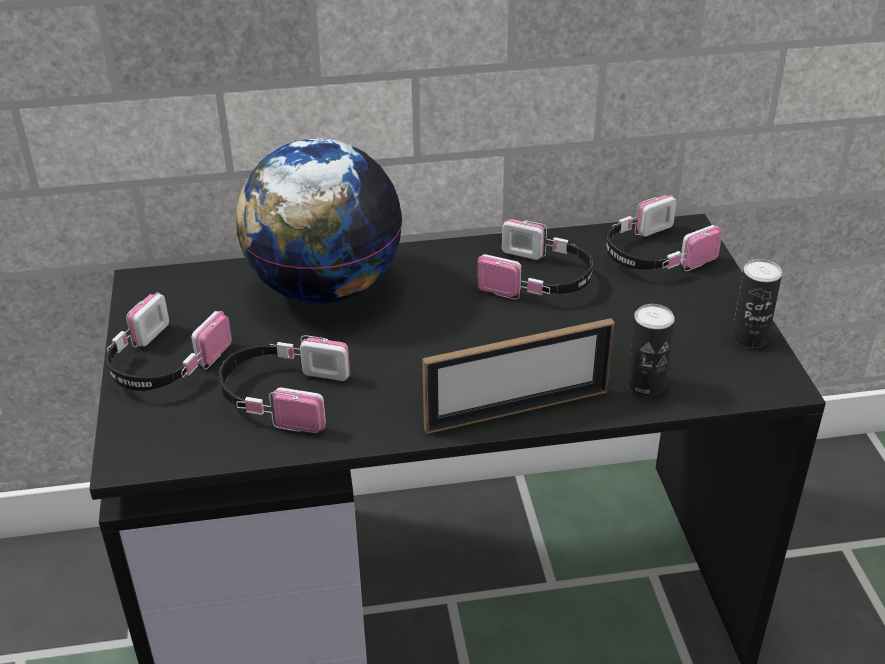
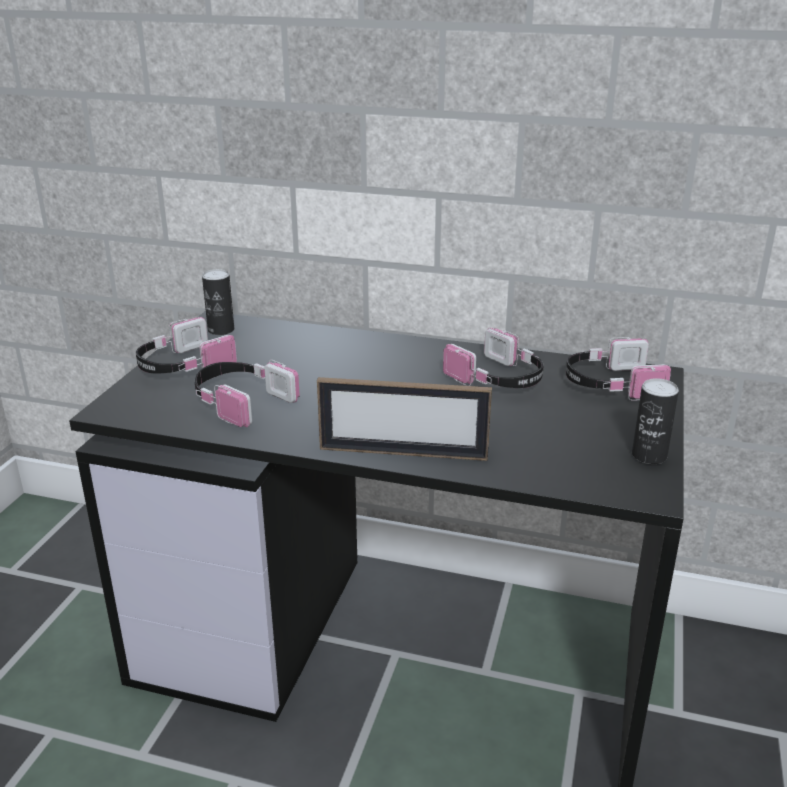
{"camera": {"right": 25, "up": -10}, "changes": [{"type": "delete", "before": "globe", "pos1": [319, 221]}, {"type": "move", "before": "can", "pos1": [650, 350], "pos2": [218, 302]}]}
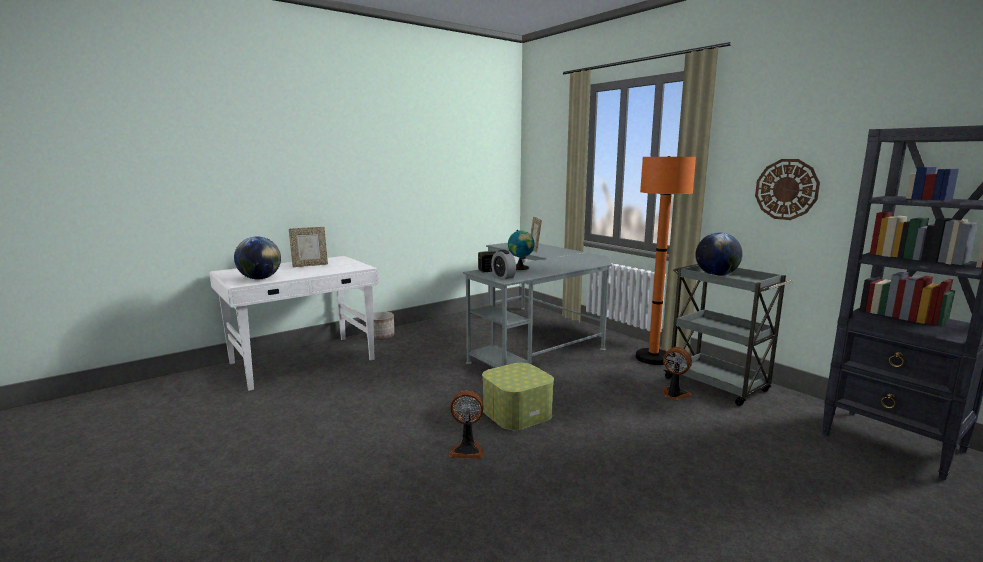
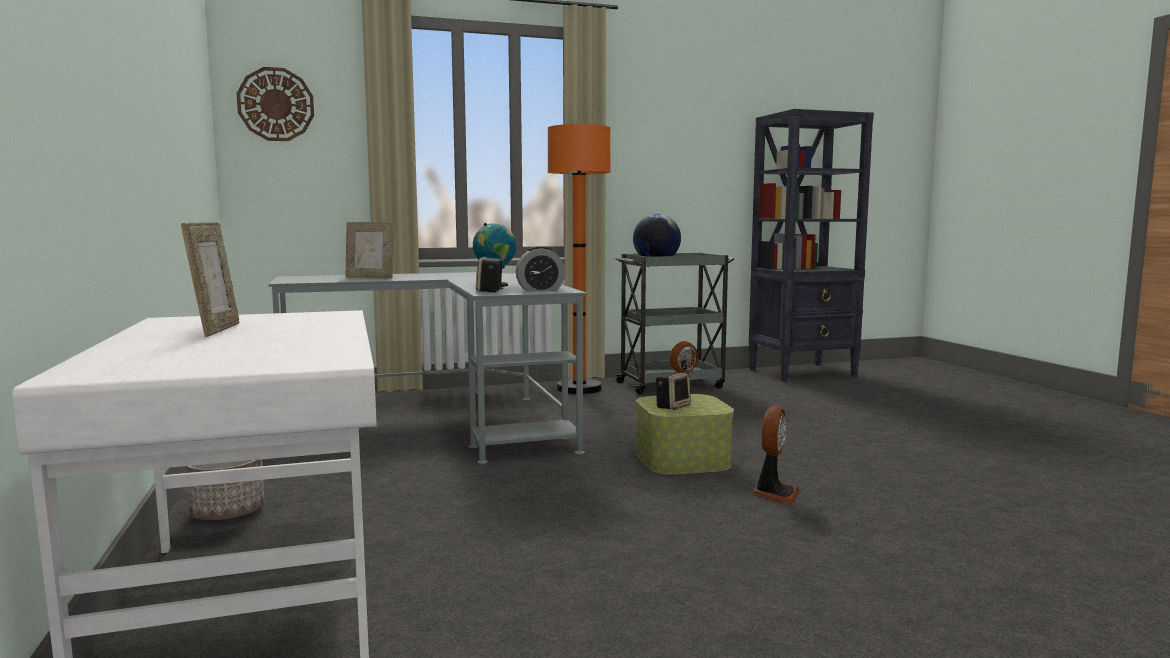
{"camera": {"right": -70, "up": -5}, "changes": [{"type": "move", "before": "clock on the wall", "pos1": [787, 189], "pos2": [275, 104]}, {"type": "delete", "before": "globe", "pos1": [257, 258]}, {"type": "insert", "after": "audio speaker", "pos2": [673, 391]}]}
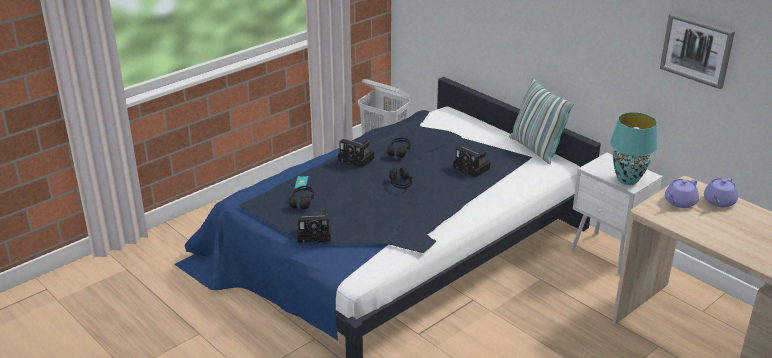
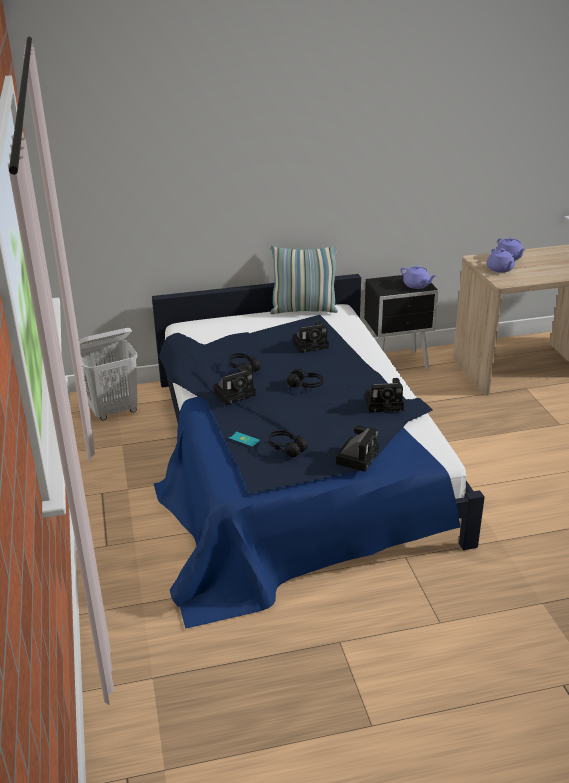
{"camera": {"right": -60, "up": 0}, "changes": [{"type": "delete", "before": "picture", "pos1": [697, 51]}, {"type": "replace", "before": "turquoise tabletop lamp", "after": "purple pot for tea", "pos1": [633, 148], "pos2": [418, 277]}, {"type": "recolor", "before": "white-coloured bedside table", "after": "black bedside table", "pos1": [617, 213], "pos2": [401, 322]}, {"type": "insert", "after": "photo camera", "pos2": [384, 395]}]}
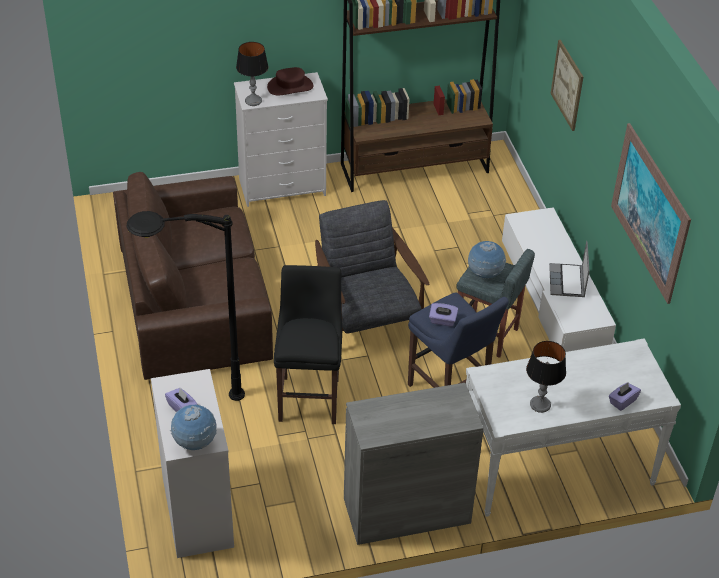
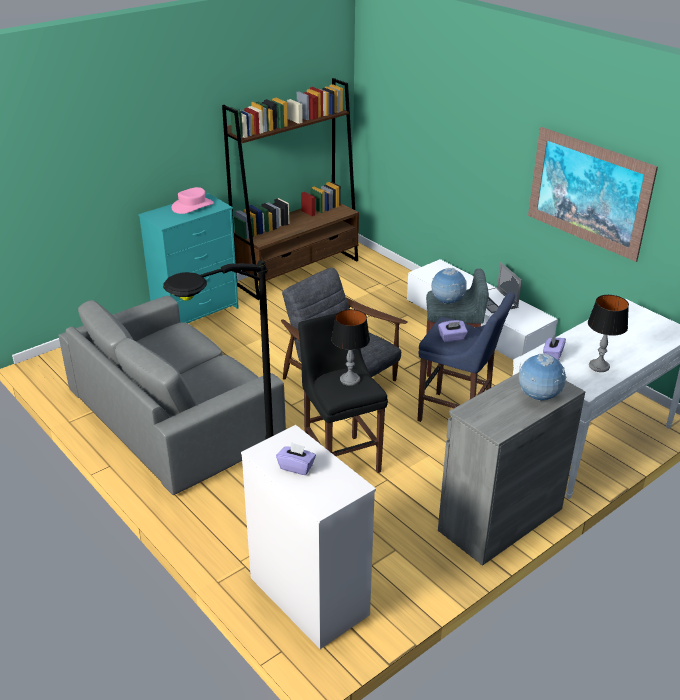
{"camera": {"right": -25, "up": -10}, "changes": [{"type": "delete", "before": "picture", "pos1": [566, 85]}, {"type": "move", "before": "tabletop lamp", "pos1": [252, 74], "pos2": [350, 347]}, {"type": "recolor", "before": "brown-coloured clothing hat", "after": "pink-coloured clothing hat", "pos1": [290, 81], "pos2": [192, 200]}, {"type": "recolor", "before": "white-coloured drawer chest", "after": "turquoise drawer chest", "pos1": [281, 139], "pos2": [188, 258]}, {"type": "recolor", "before": "brown-coloured sofa", "after": "greyish sofa", "pos1": [193, 276], "pos2": [172, 395]}, {"type": "move", "before": "purple tissue box", "pos1": [625, 396], "pos2": [554, 347]}, {"type": "move", "before": "globe", "pos1": [193, 427], "pos2": [543, 377]}]}
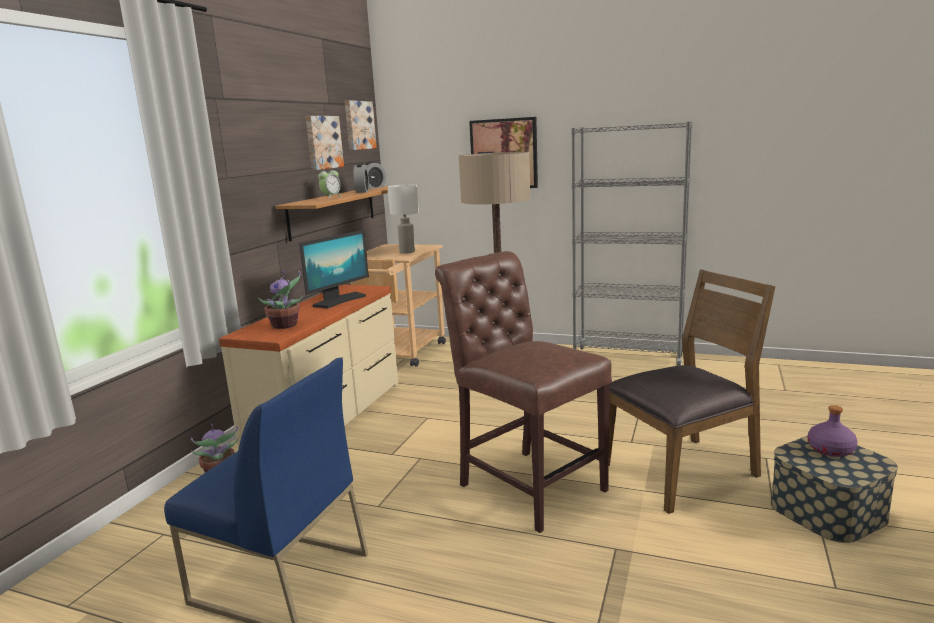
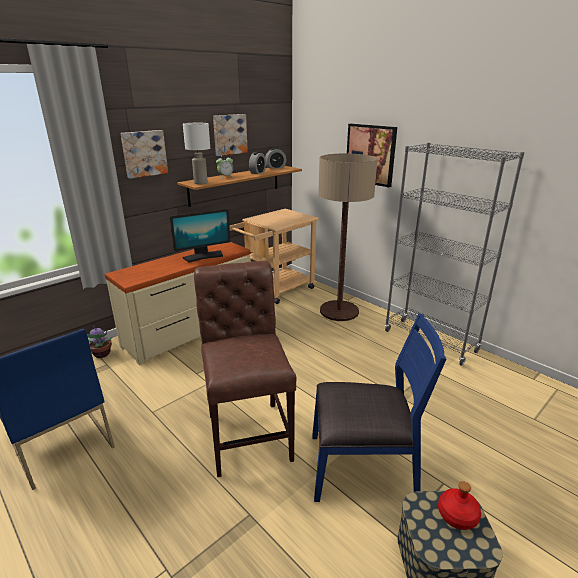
{"camera": {"right": 25, "up": 10}, "changes": [{"type": "move", "before": "picture", "pos1": [361, 125], "pos2": [144, 154]}, {"type": "move", "before": "white-coloured tabletop lamp", "pos1": [403, 219], "pos2": [196, 153]}, {"type": "recolor", "before": "brown-coloured upright chair", "after": "blue upright chair", "pos1": [692, 391], "pos2": [379, 407]}, {"type": "delete", "before": "houseplant", "pos1": [280, 300]}, {"type": "recolor", "before": "purple drink bottle", "after": "red-coloured drink bottle", "pos1": [833, 431], "pos2": [459, 505]}]}
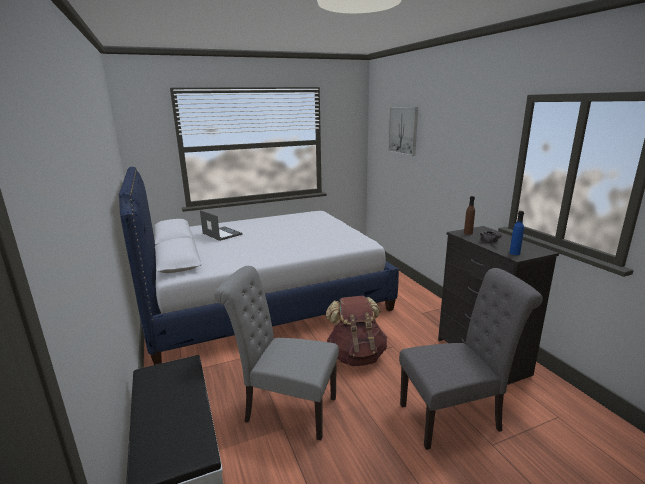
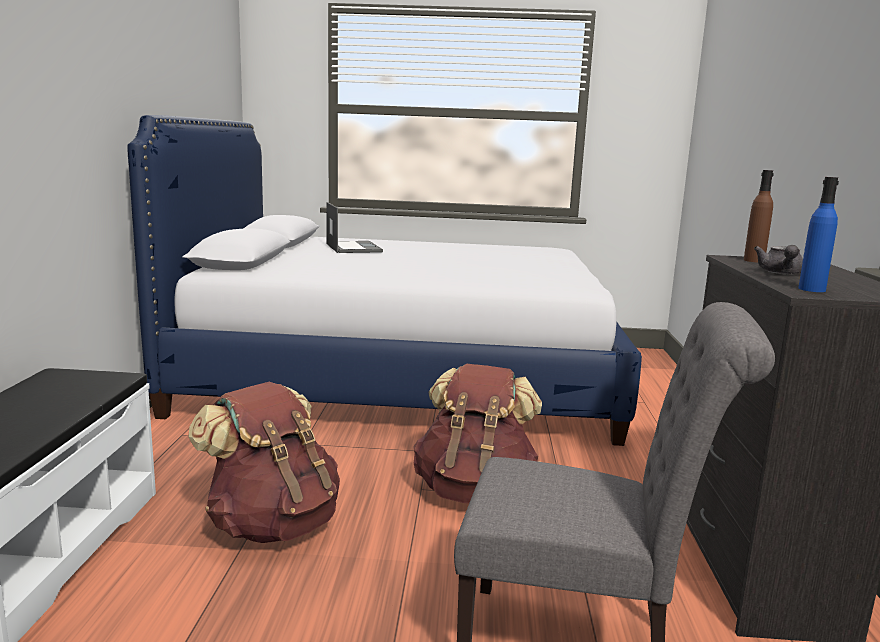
{"camera": {"right": 25, "up": -5}, "changes": [{"type": "delete", "before": "picture", "pos1": [403, 131]}, {"type": "replace", "before": "greyish upright chair", "after": "brown-coloured knapsack", "pos1": [276, 353], "pos2": [264, 462]}]}
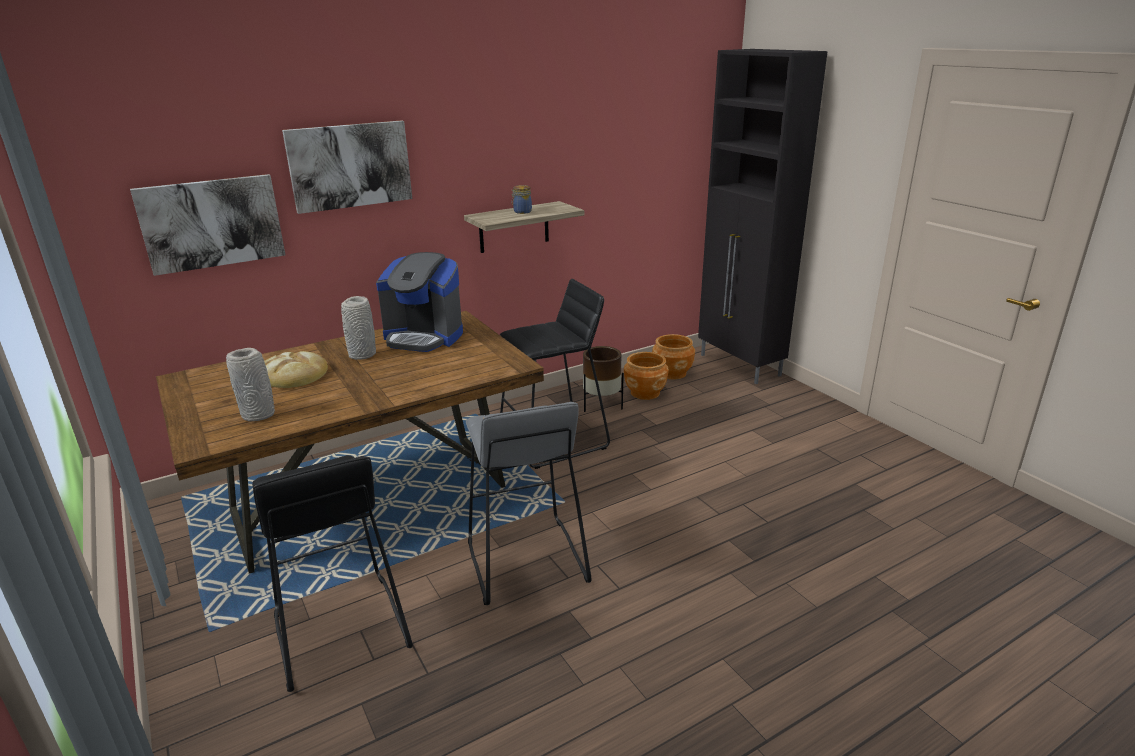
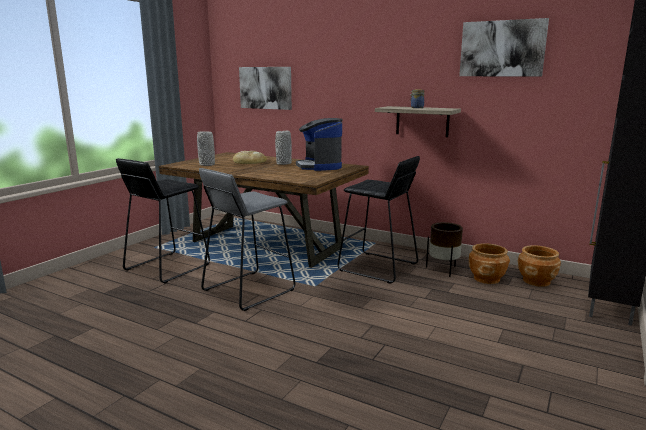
{"camera": {"right": 60, "up": -10}, "changes": [{"type": "move", "before": "picture", "pos1": [347, 167], "pos2": [504, 47]}]}
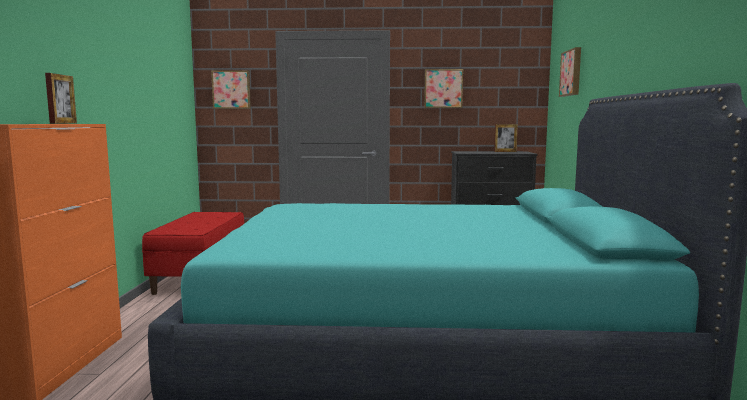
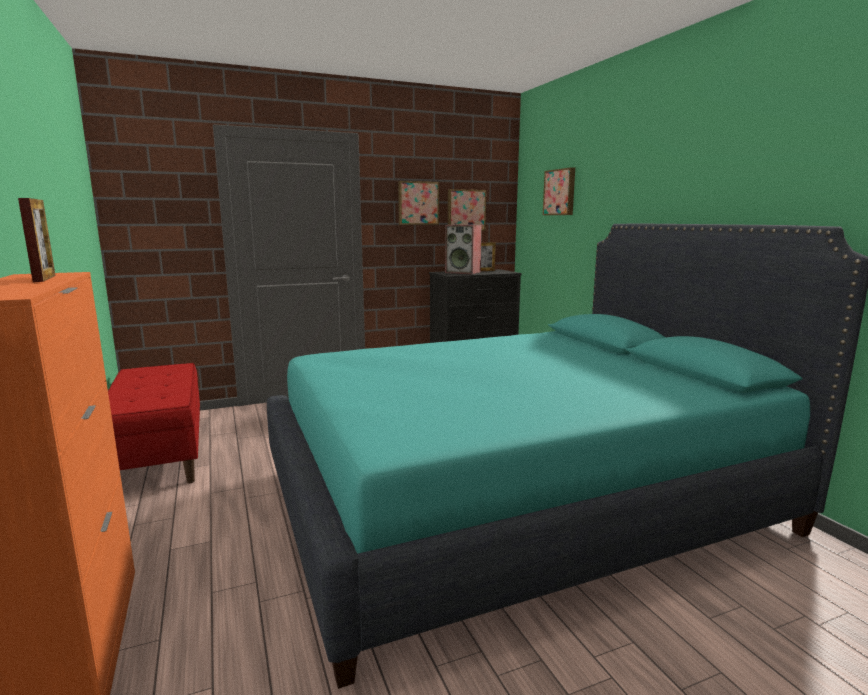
{"camera": {"right": -25, "up": 5}, "changes": [{"type": "move", "before": "picture", "pos1": [231, 90], "pos2": [467, 210]}, {"type": "insert", "after": "audio speaker", "pos2": [463, 249]}]}
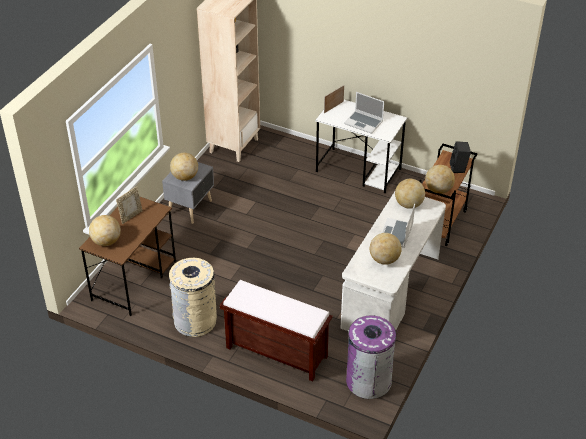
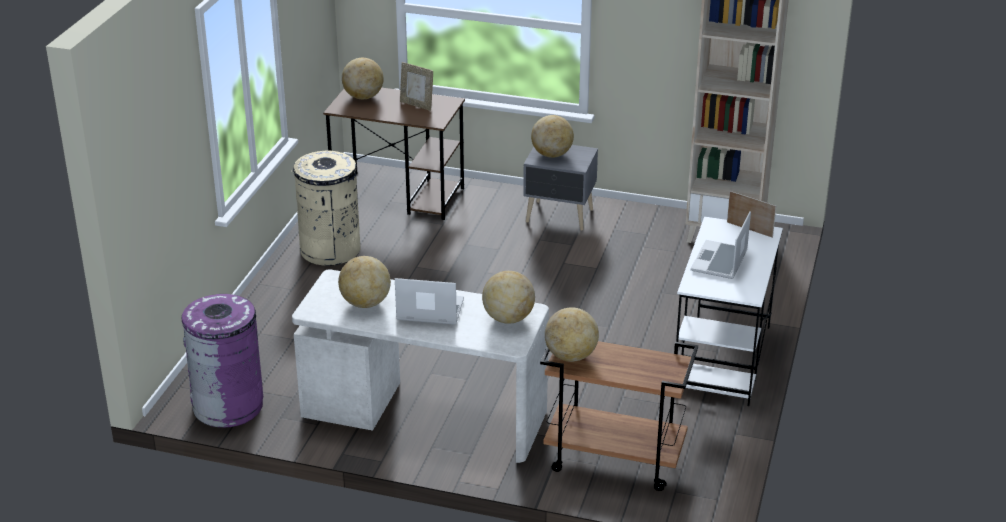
{"camera": {"right": 80, "up": -10}, "changes": [{"type": "delete", "before": "black audio speaker", "pos1": [460, 157]}, {"type": "delete", "before": "brown-coloured indoor bench", "pos1": [276, 330]}]}
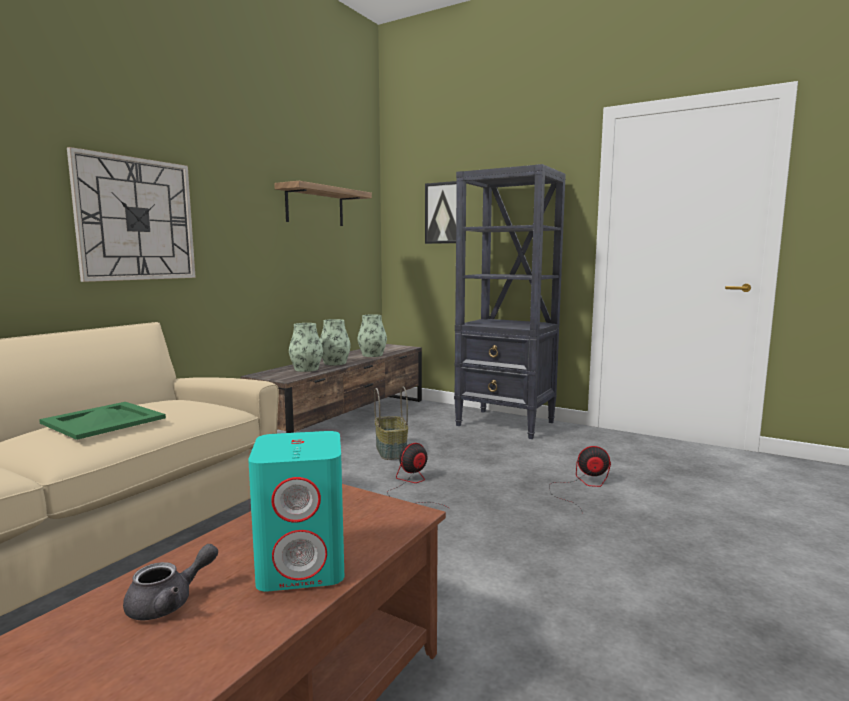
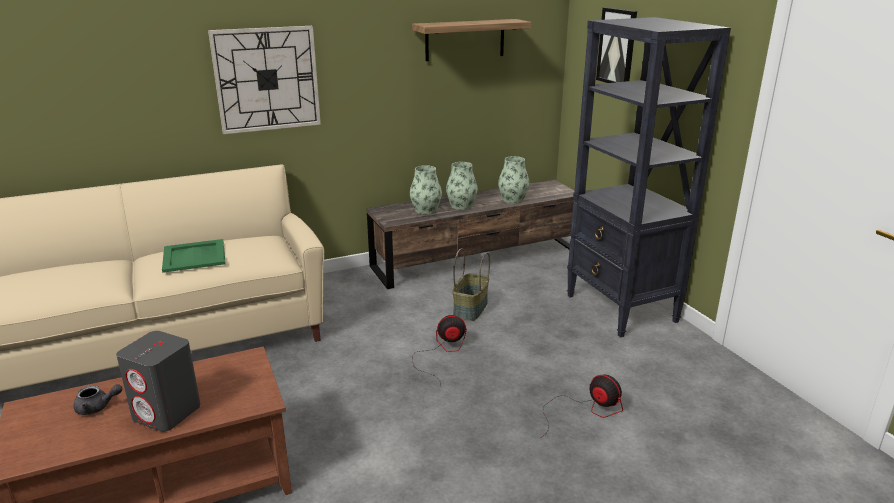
{"camera": {"right": 35, "up": 15}, "changes": [{"type": "recolor", "before": "turquoise audio speaker", "after": "greyish audio speaker", "pos1": [296, 511], "pos2": [158, 381]}]}
